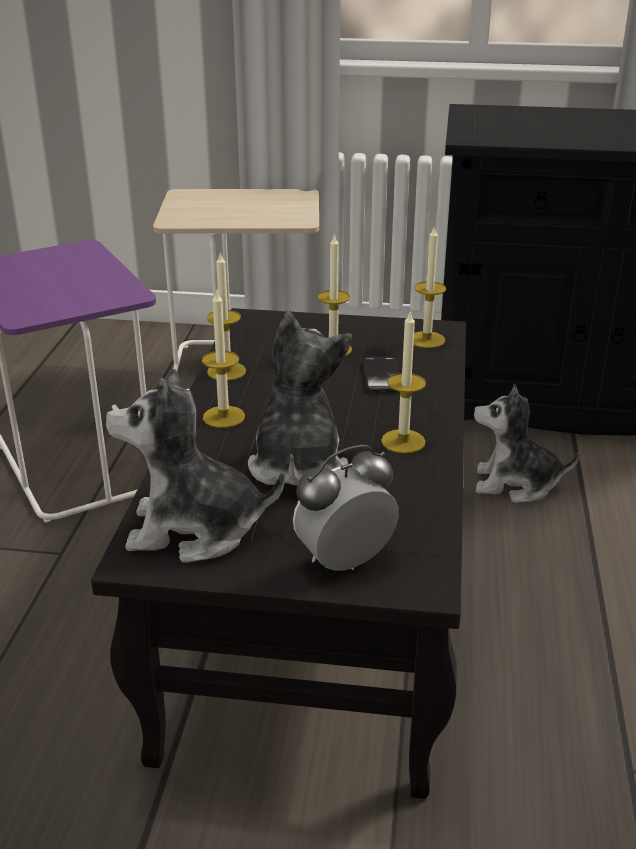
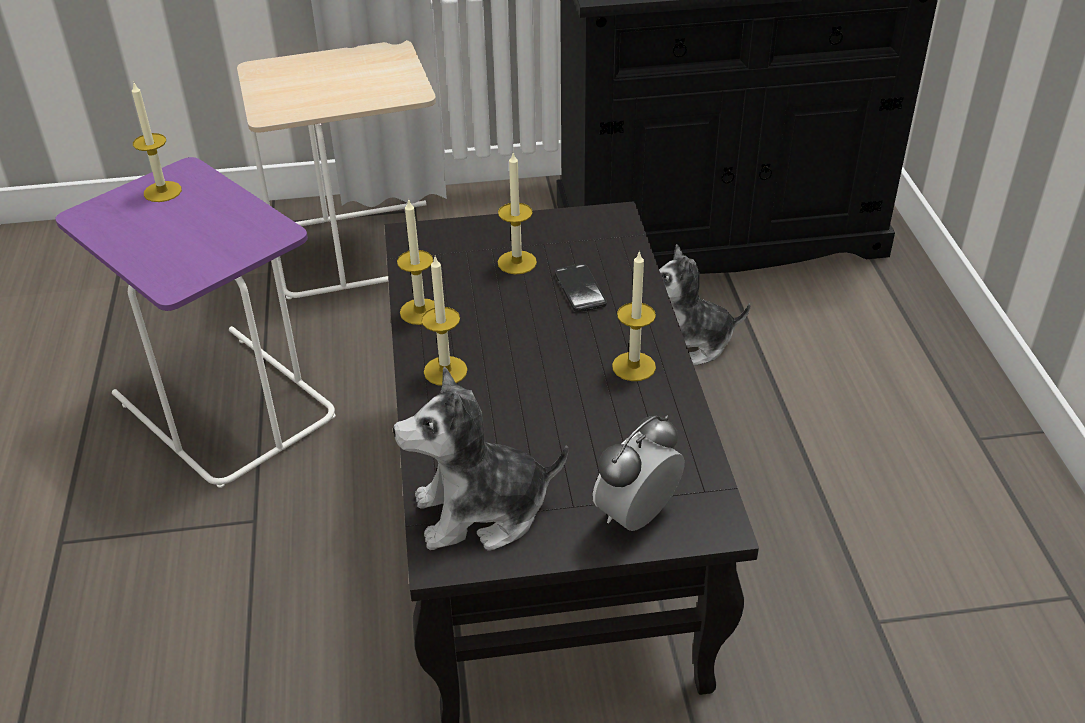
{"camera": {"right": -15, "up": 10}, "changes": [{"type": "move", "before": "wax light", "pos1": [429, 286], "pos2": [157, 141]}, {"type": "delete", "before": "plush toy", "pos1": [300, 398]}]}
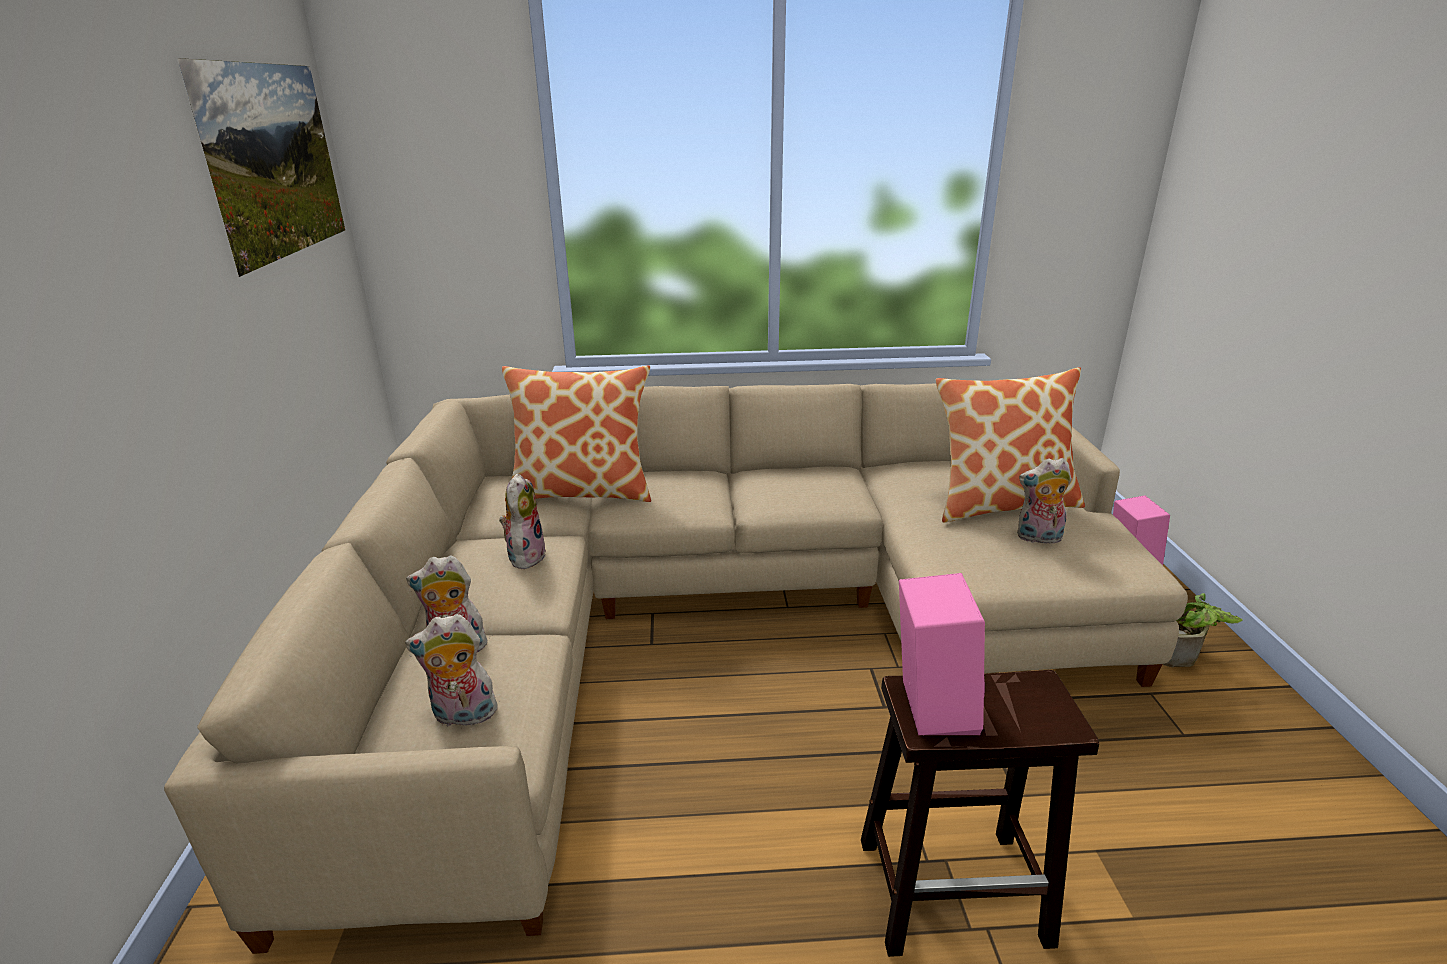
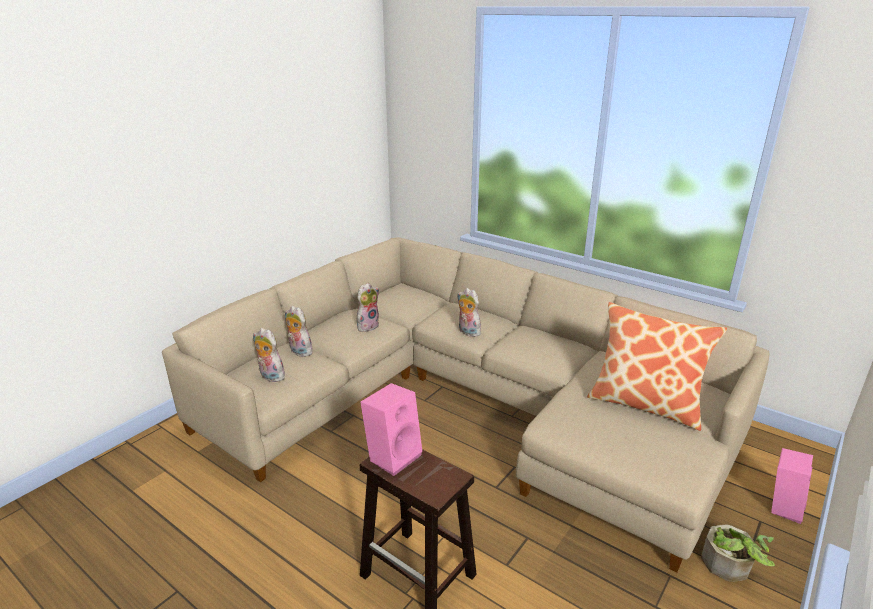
{"camera": {"right": 40, "up": 0}, "changes": [{"type": "delete", "before": "picture", "pos1": [261, 167]}, {"type": "delete", "before": "throw pillow", "pos1": [576, 433]}, {"type": "move", "before": "plush toy", "pos1": [1044, 501], "pos2": [470, 312]}]}
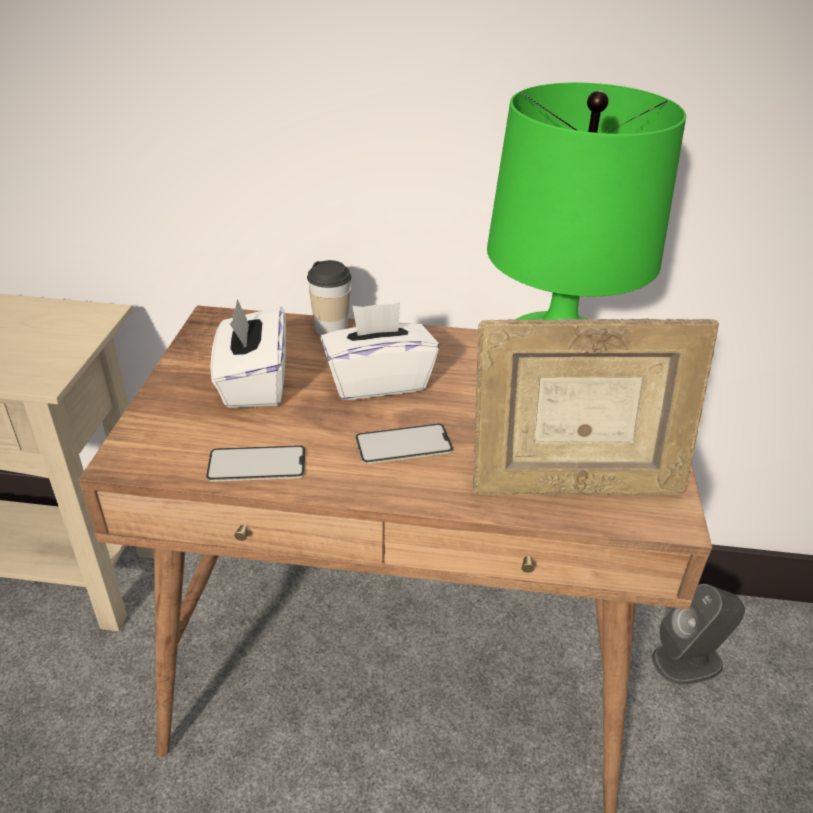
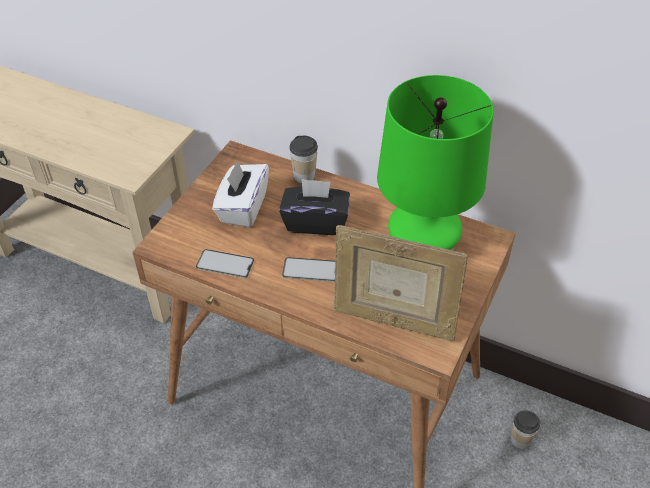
{"camera": {"right": 20, "up": 10}, "changes": [{"type": "recolor", "before": "white-coloured tissue box", "after": "black tissue box", "pos1": [380, 351], "pos2": [314, 207]}, {"type": "replace", "before": "greyish audio speaker", "after": "drinking cup", "pos1": [698, 634], "pos2": [525, 429]}]}
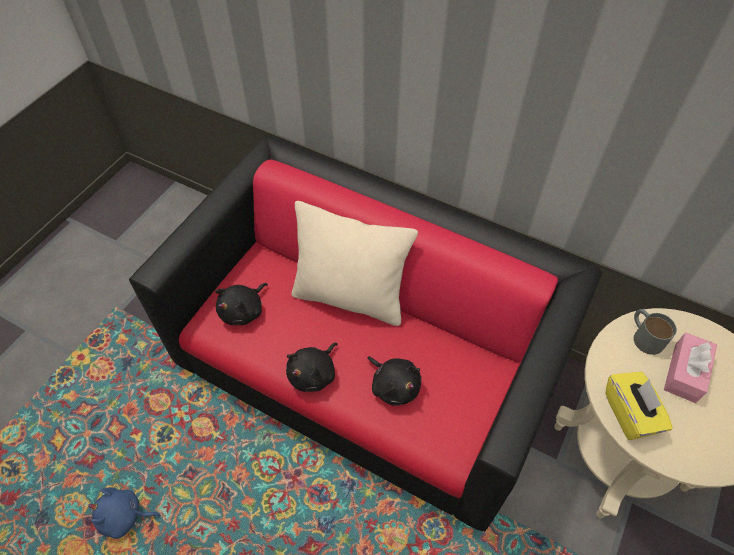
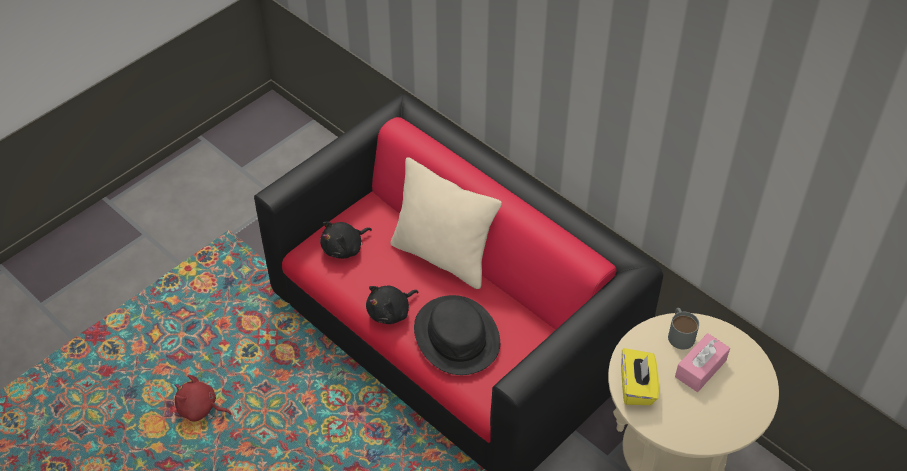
{"camera": {"right": 15, "up": -5}, "changes": [{"type": "replace", "before": "black plush toy", "after": "black clothing hat", "pos1": [394, 381], "pos2": [457, 335]}, {"type": "recolor", "before": "blue plush toy", "after": "red-coloured plush toy", "pos1": [124, 513], "pos2": [203, 398]}]}
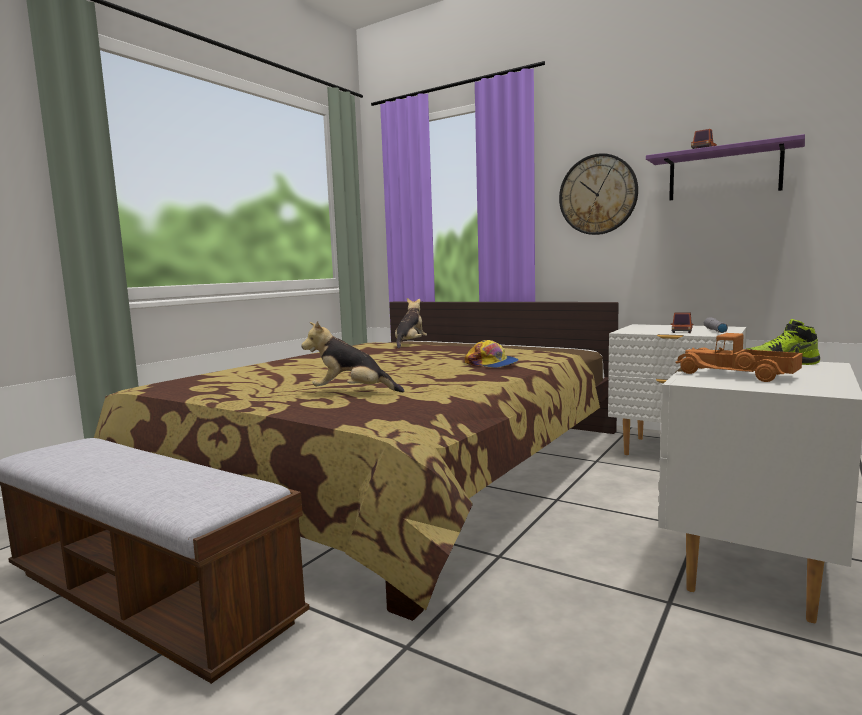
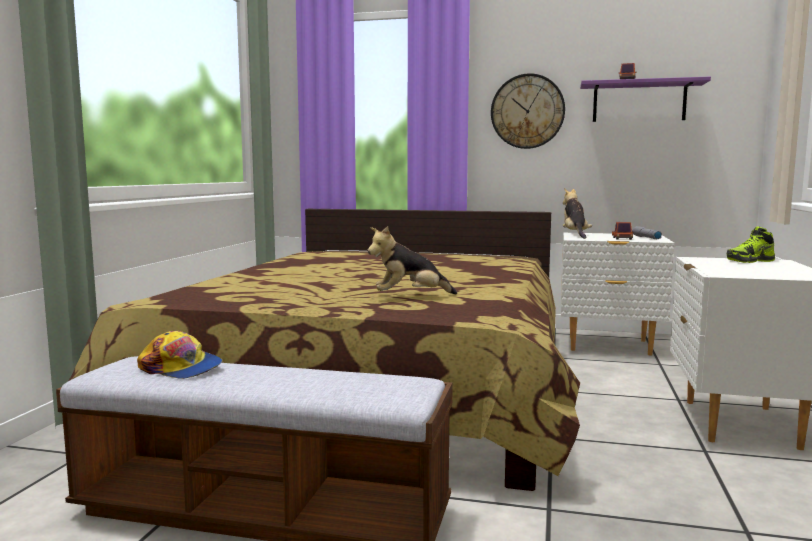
{"camera": {"right": -20, "up": 0}, "changes": [{"type": "move", "before": "plush toy", "pos1": [411, 323], "pos2": [577, 213]}, {"type": "delete", "before": "model truck", "pos1": [739, 357]}, {"type": "move", "before": "peaked cap", "pos1": [492, 354], "pos2": [179, 355]}]}
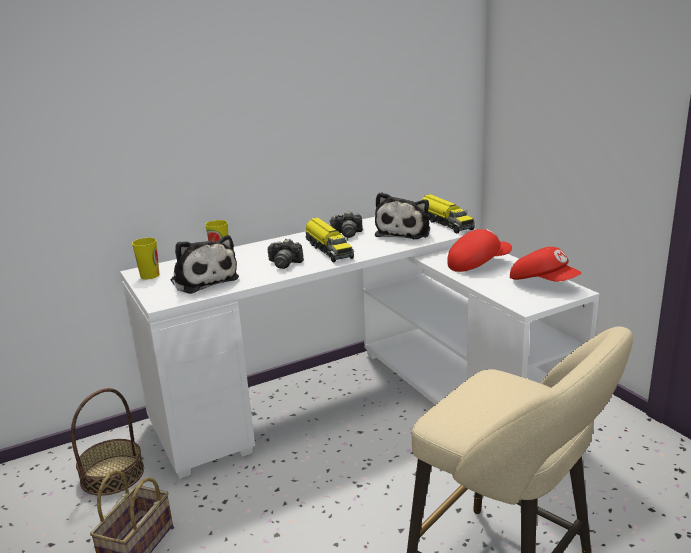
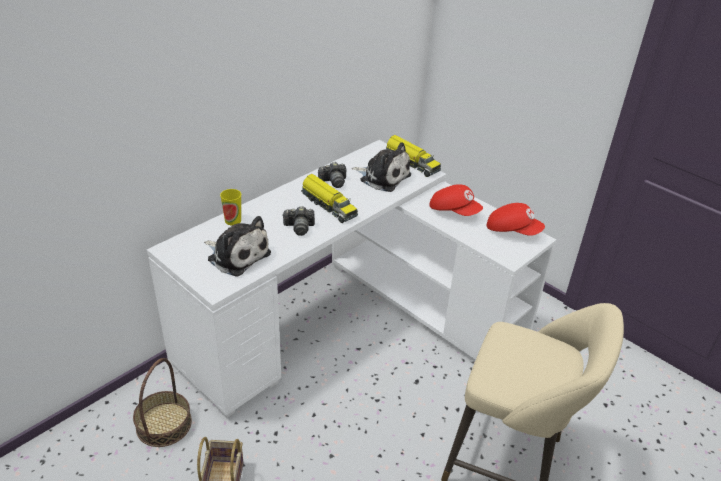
{"camera": {"right": -20, "up": 15}, "changes": [{"type": "rotate", "before": "plush toy", "pos1": [402, 215], "pos2": [381, 167], "turn": -60}, {"type": "rotate", "before": "red-coloured peaked cap", "pos1": [479, 250], "pos2": [456, 200], "turn": 75}, {"type": "delete", "before": "drinking cup", "pos1": [146, 258]}]}
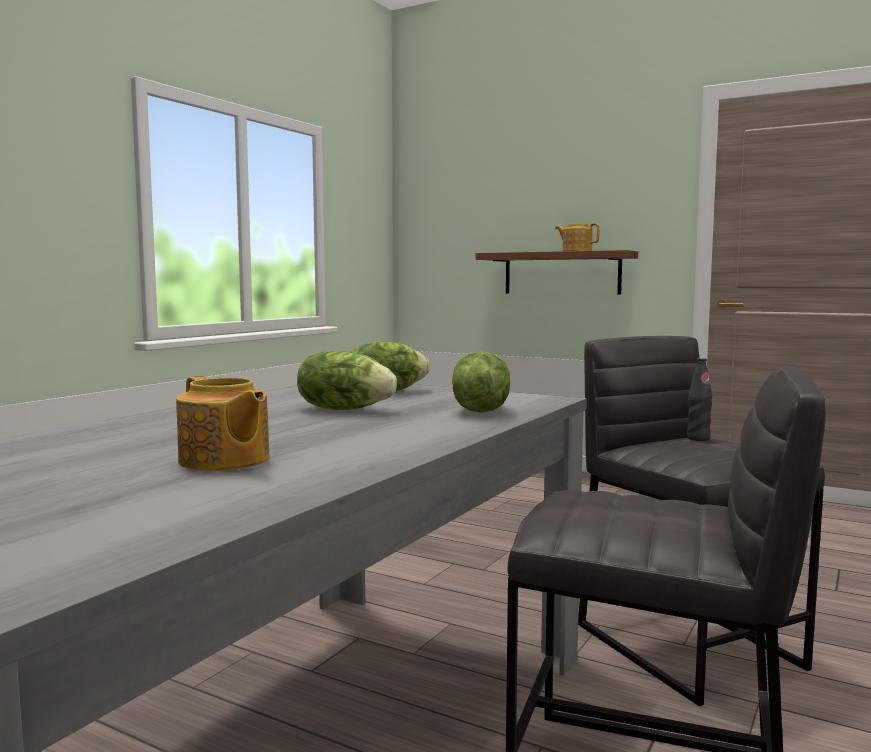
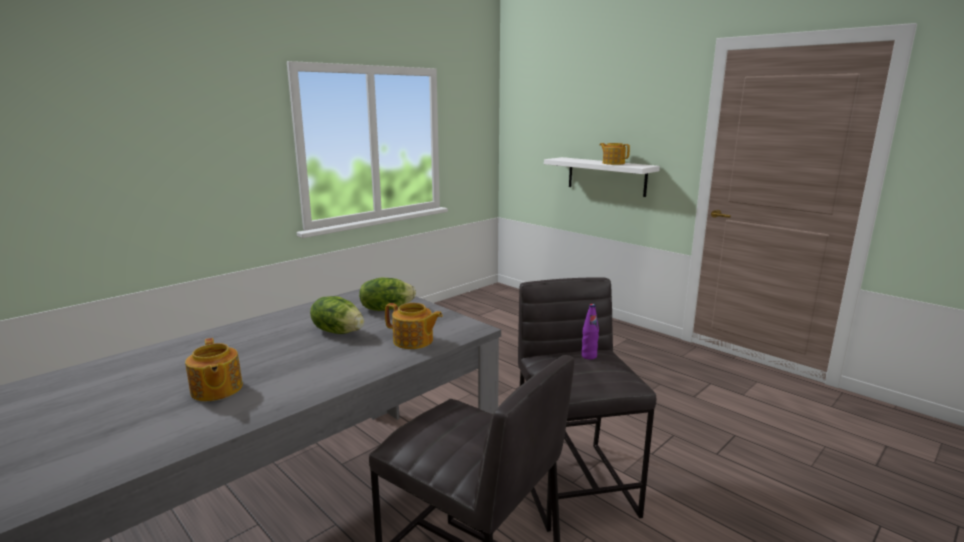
{"camera": {"right": 15, "up": 10}, "changes": [{"type": "recolor", "before": "brown-coloured wall shelf", "after": "white-coloured wall shelf", "pos1": [557, 272], "pos2": [602, 177]}, {"type": "replace", "before": "lettuce head", "after": "pot for tea", "pos1": [481, 382], "pos2": [414, 326]}, {"type": "recolor", "before": "black drink bottle", "after": "purple drink bottle", "pos1": [699, 399], "pos2": [590, 332]}]}
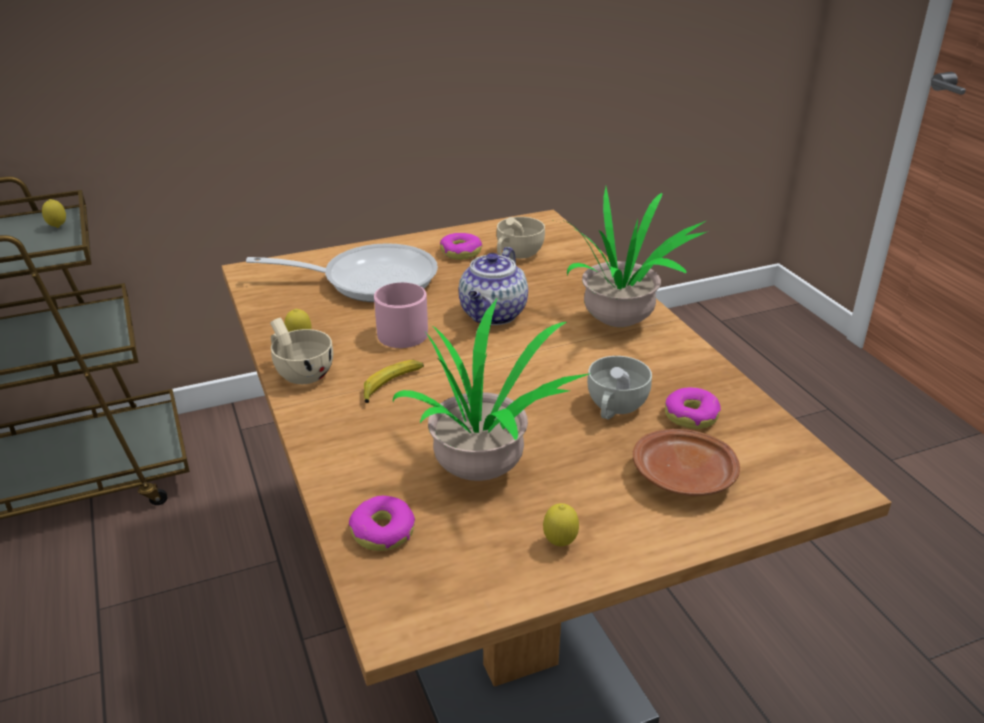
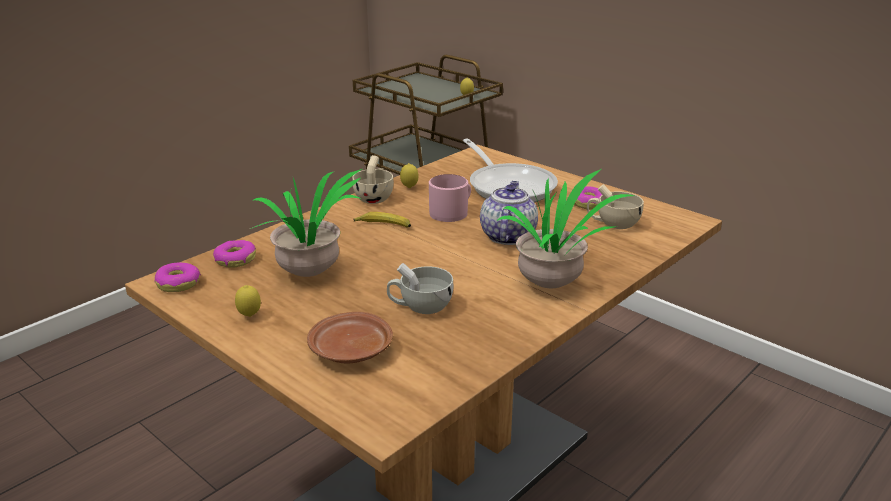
{"camera": {"right": 65, "up": -5}, "changes": [{"type": "rotate", "before": "pot for tea", "pos1": [493, 286], "pos2": [509, 213], "turn": 105}, {"type": "move", "before": "ring doughnut", "pos1": [693, 408], "pos2": [178, 277]}]}
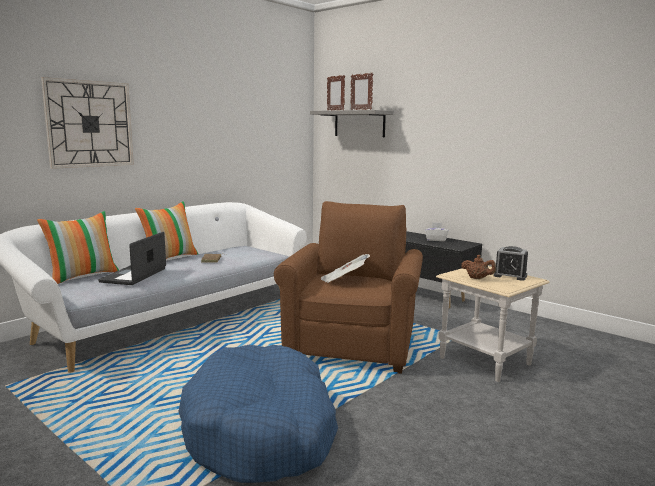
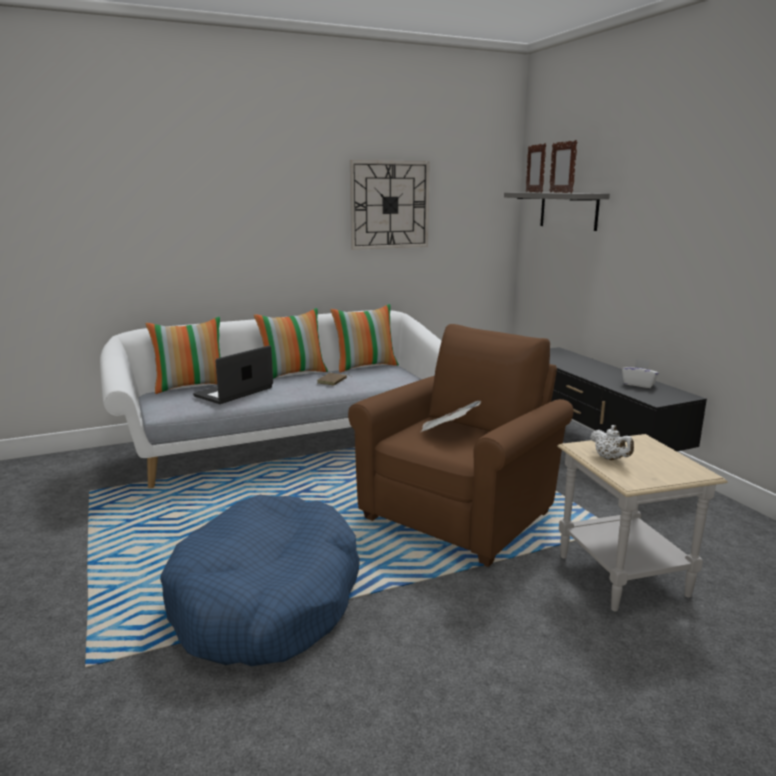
{"camera": {"right": 25, "up": 5}, "changes": [{"type": "move", "before": "clock on the wall", "pos1": [87, 123], "pos2": [390, 205]}, {"type": "delete", "before": "bedside clock", "pos1": [510, 263]}, {"type": "recolor", "before": "brown-coloured pot for tea", "after": "white-coloured pot for tea", "pos1": [479, 267], "pos2": [612, 442]}, {"type": "insert", "after": "throw pillow", "pos2": [364, 338]}]}
